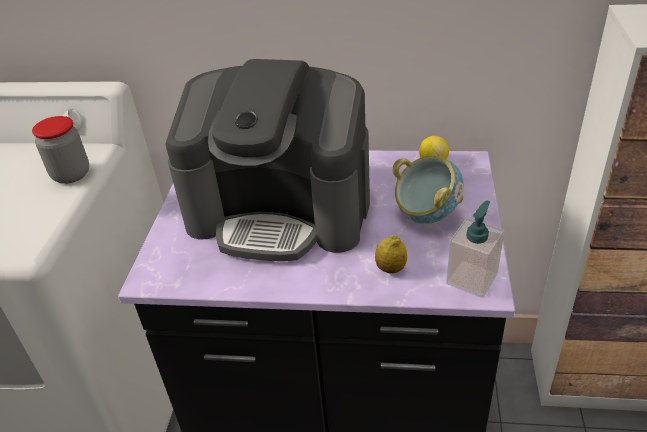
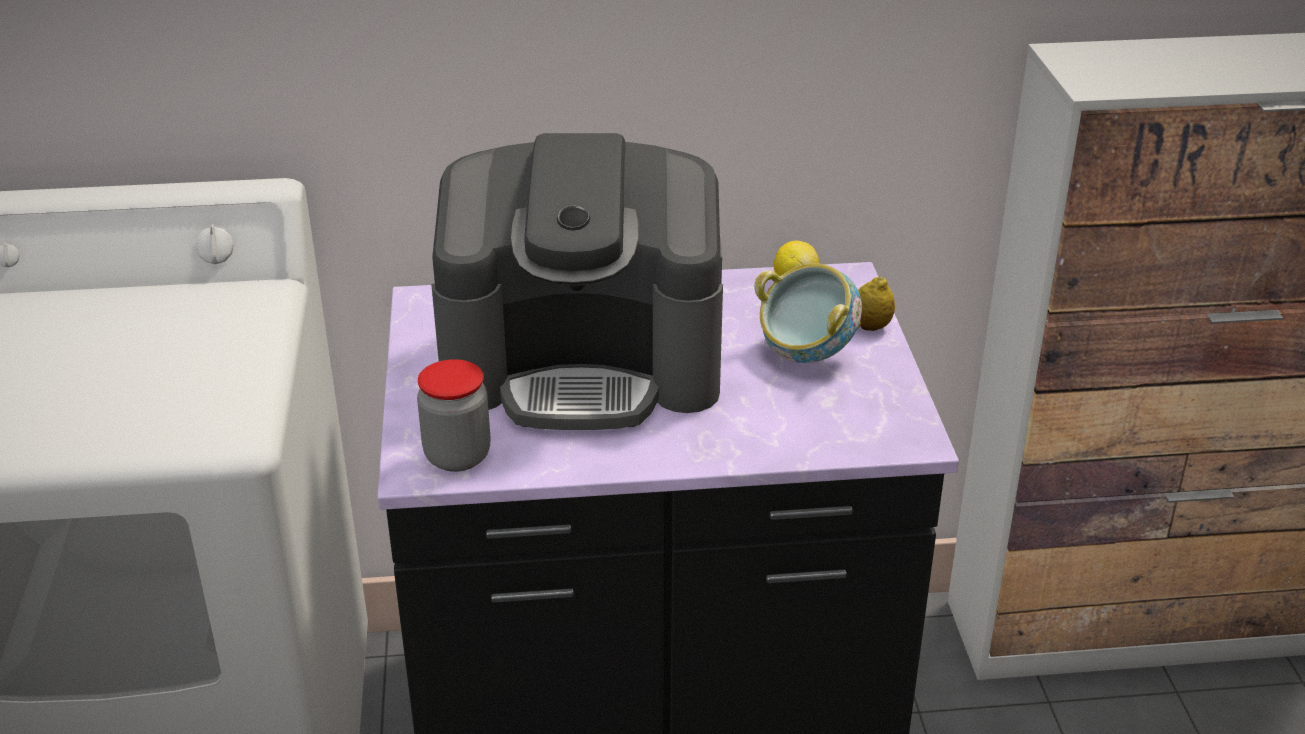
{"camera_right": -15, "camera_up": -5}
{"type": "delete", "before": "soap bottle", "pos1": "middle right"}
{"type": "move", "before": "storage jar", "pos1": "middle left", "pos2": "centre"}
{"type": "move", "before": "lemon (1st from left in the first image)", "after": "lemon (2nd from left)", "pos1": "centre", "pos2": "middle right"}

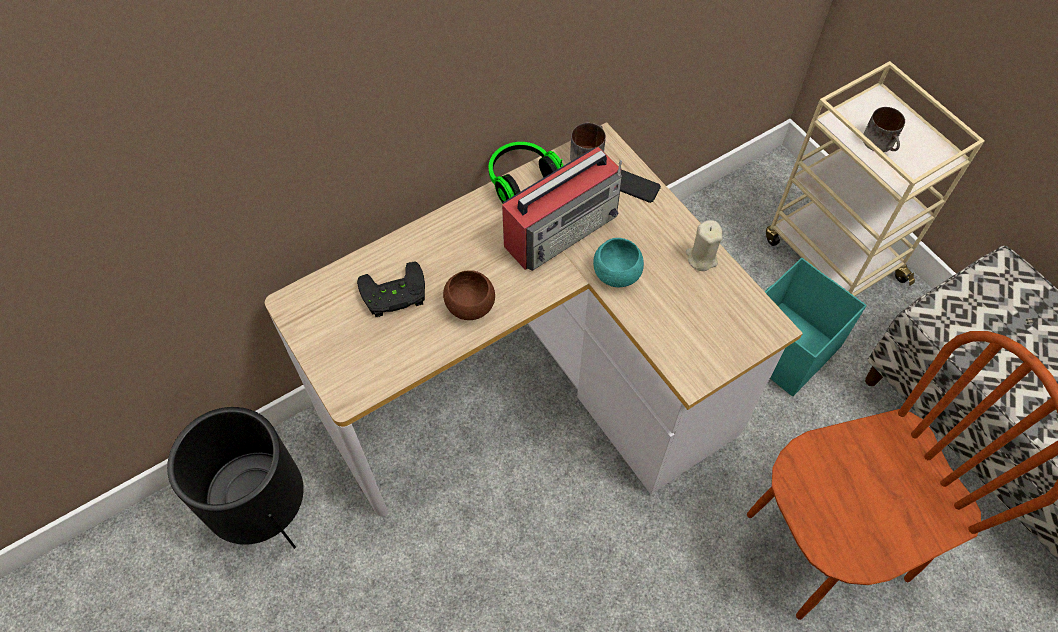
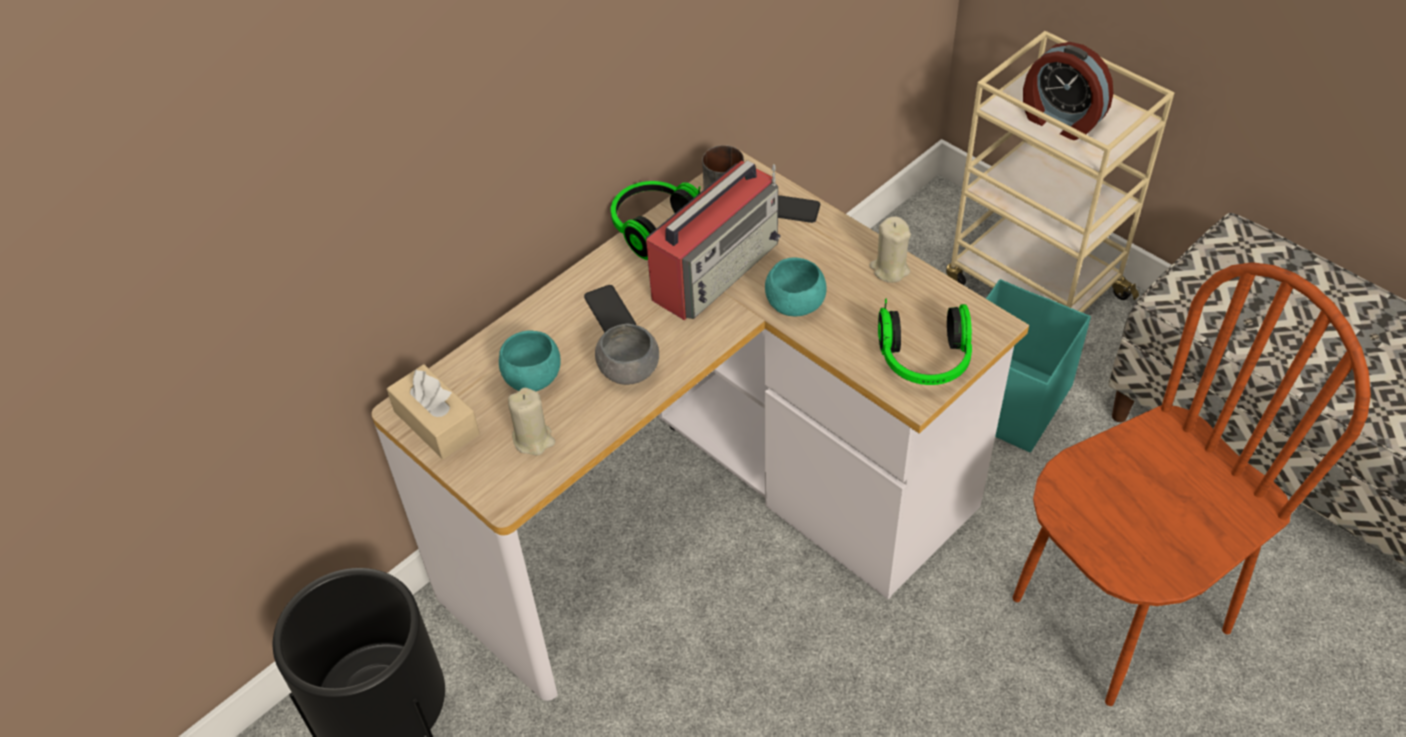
{"camera_right": -10, "camera_up": -10}
{"type": "insert", "after": "tissue box (beige)", "pos2": "middle left"}
{"type": "insert", "after": "wax candle (beige) (1st from left)", "pos2": "centre"}
{"type": "insert", "after": "phone (1st from left)", "pos2": "centre"}
{"type": "insert", "after": "pair of headphones (2nd from left)", "pos2": "centre"}
{"type": "replace", "before": "joypad (black)", "after": "serving bowl (blue-green) (1st from left)", "pos1": "centre", "pos2": "centre"}
{"type": "replace", "before": "tea mug (2nd from left)", "after": "bedside clock", "pos1": "top right", "pos2": "top right"}
{"type": "recolor", "before": "serving bowl (brownish)", "after": "serving bowl (gray)", "pos1": "centre", "pos2": "centre"}

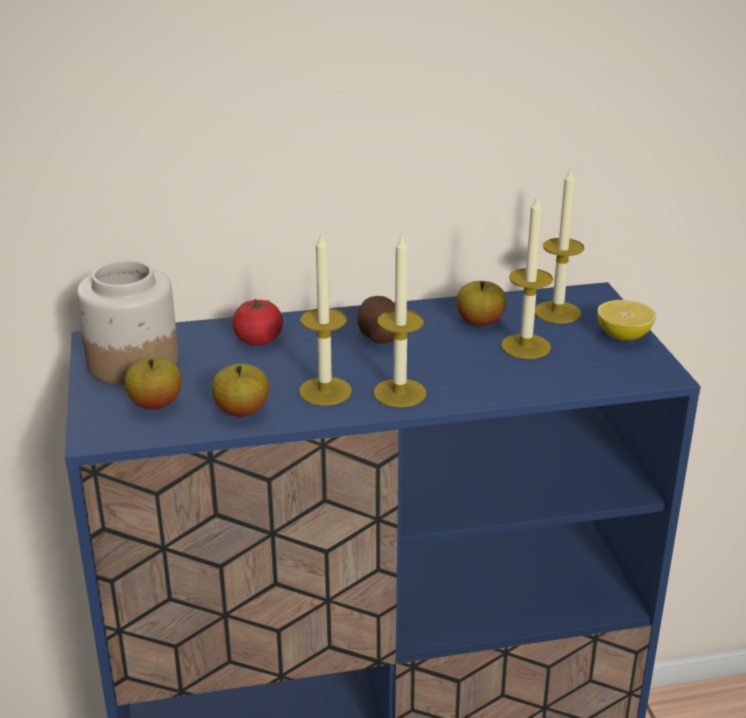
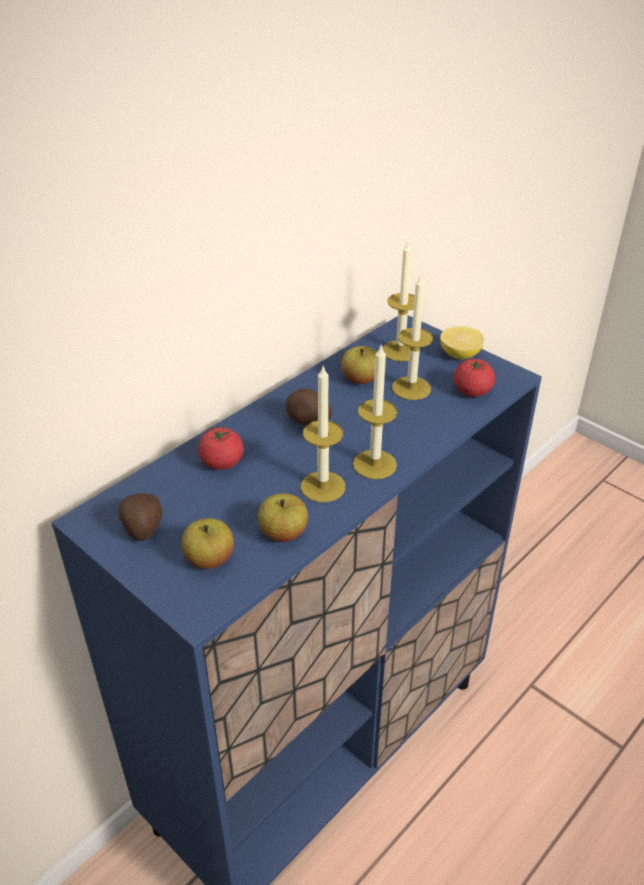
{"camera_right": -35, "camera_up": 10}
{"type": "insert", "after": "tomato (2nd from left)", "pos2": "middle right"}
{"type": "replace", "before": "storage jar", "after": "spud (1st from left)", "pos1": "middle left", "pos2": "middle left"}

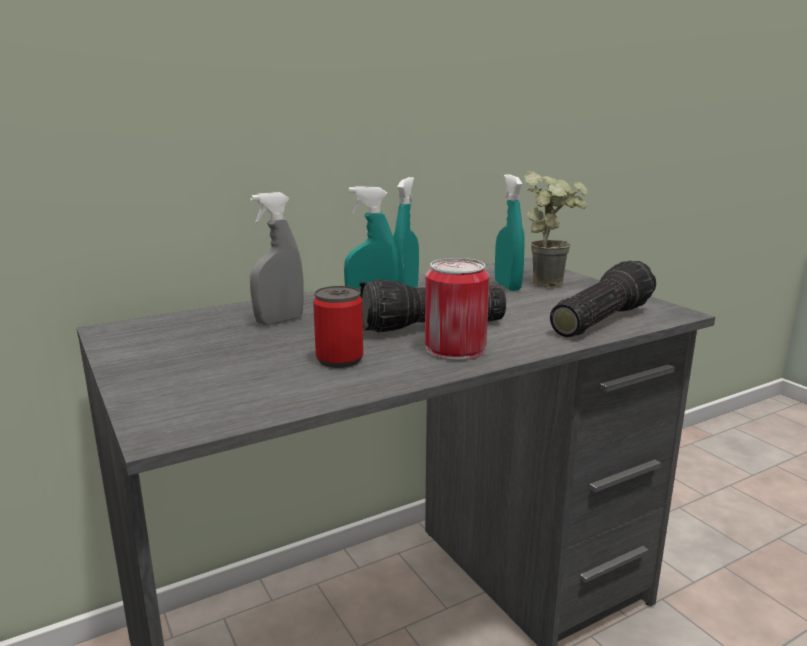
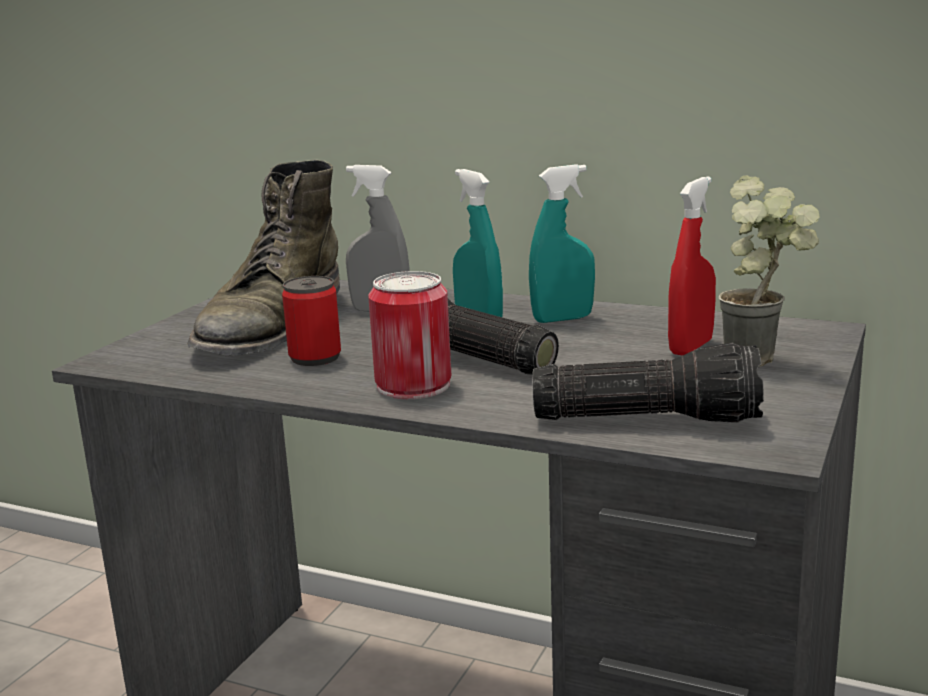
{"camera_right": 55, "camera_up": 0}
{"type": "insert", "after": "boot (green)", "pos2": "middle left"}
{"type": "recolor", "before": "sprayer (blue-green) (3rd from left)", "after": "sprayer (red)", "pos1": "centre", "pos2": "middle right"}

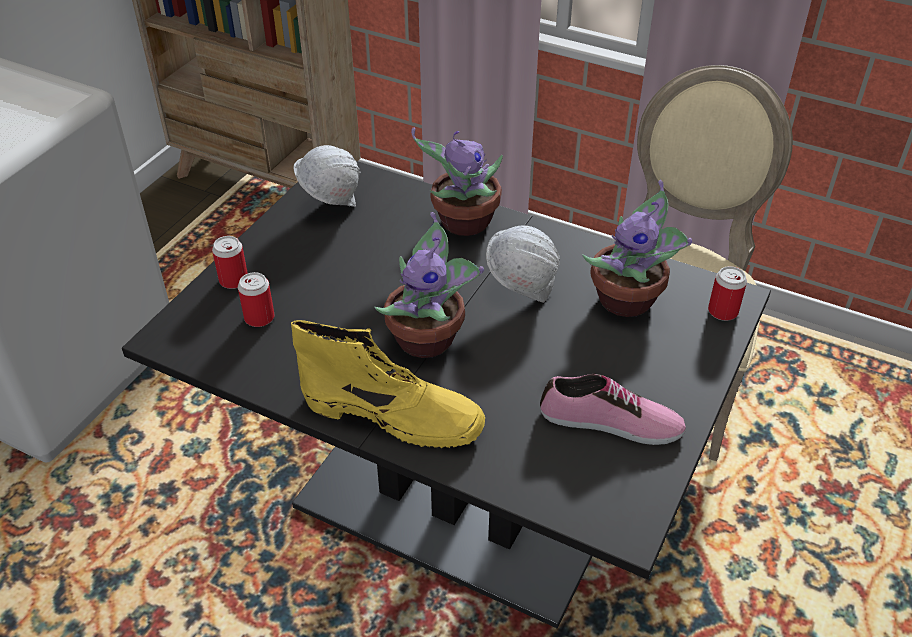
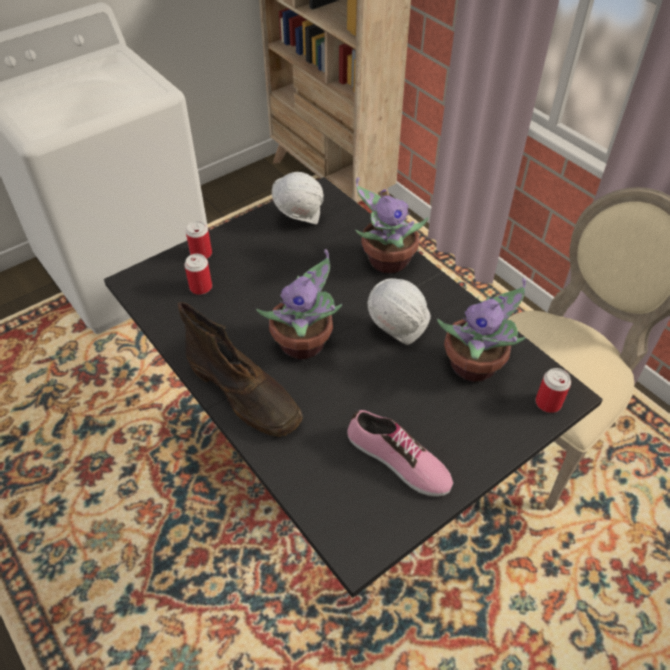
{"camera_right": 25, "camera_up": 5}
{"type": "recolor", "before": "boot (yellowish)", "after": "boot (brownish)", "pos1": "centre", "pos2": "centre"}

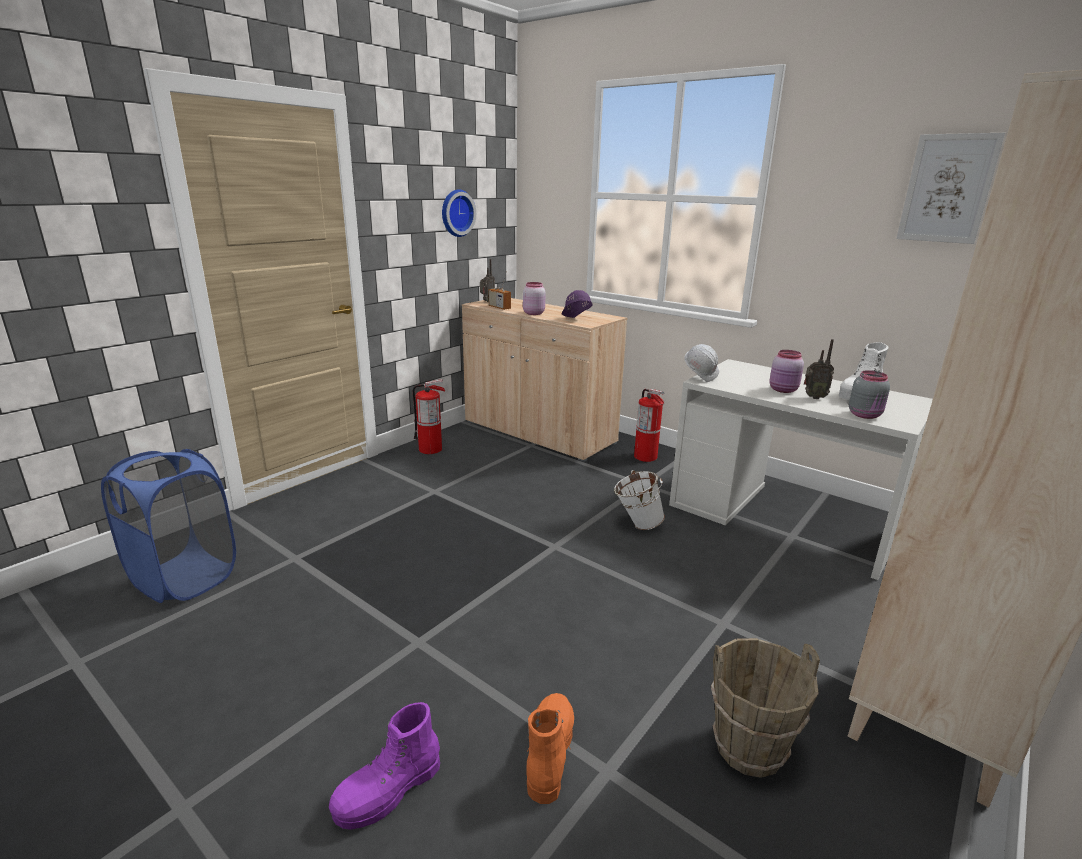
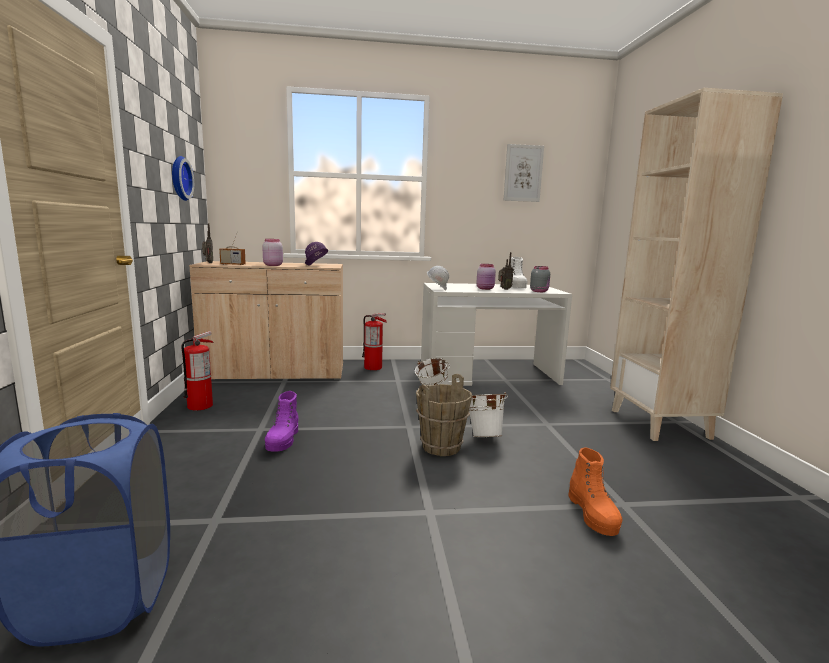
{"camera_right": -45, "camera_up": -10}
{"type": "insert", "after": "bucket (whitish) (2nd from left)", "pos2": "centre"}
{"type": "move", "before": "boot (purplish)", "pos1": "bottom centre", "pos2": "centre"}
{"type": "move", "before": "bucket (brownish)", "pos1": "bottom right", "pos2": "centre"}
{"type": "rotate", "before": "boot (orangey)", "pos1": "bottom centre", "pos2": "bottom right", "turn": -150}

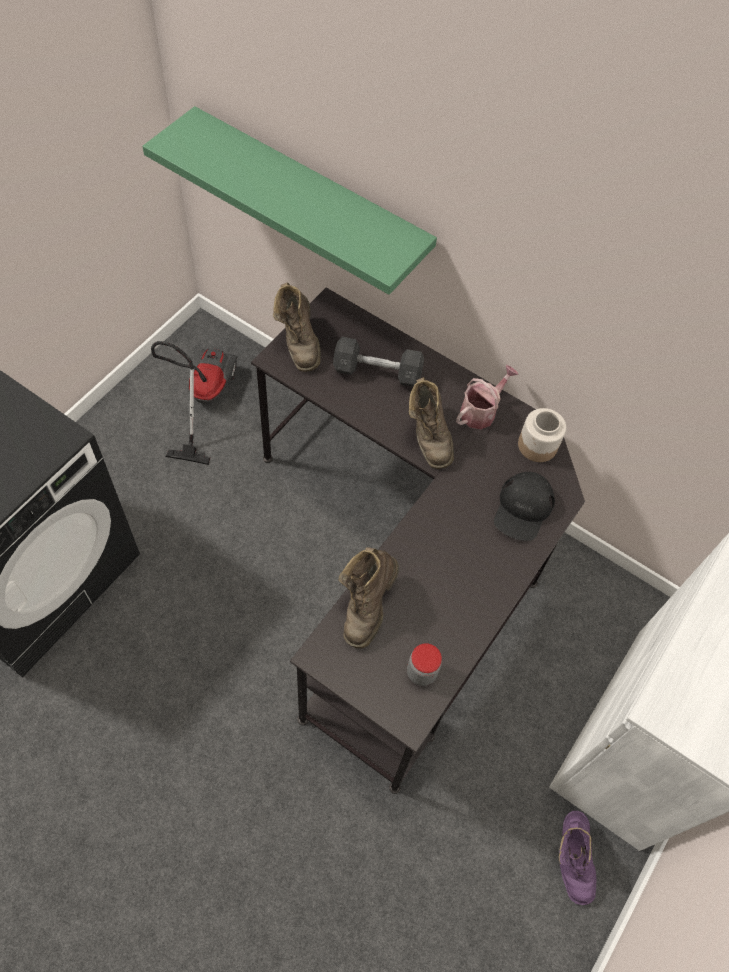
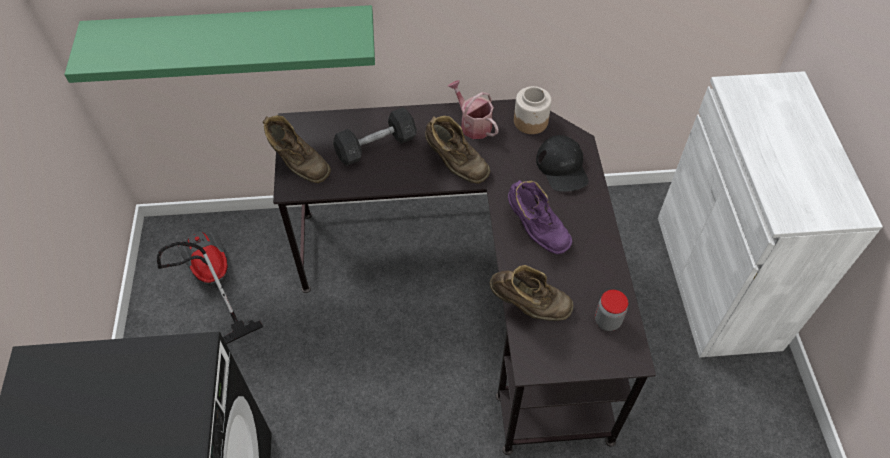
{"camera_right": -35, "camera_up": -5}
{"type": "move", "before": "boot (purplish)", "pos1": "bottom right", "pos2": "centre"}
{"type": "rotate", "before": "boot (brownish) (2nd from left in the first image)", "pos1": "centre", "pos2": "centre", "turn": -60}
{"type": "rotate", "before": "watering can", "pos1": "middle right", "pos2": "top centre", "turn": -45}

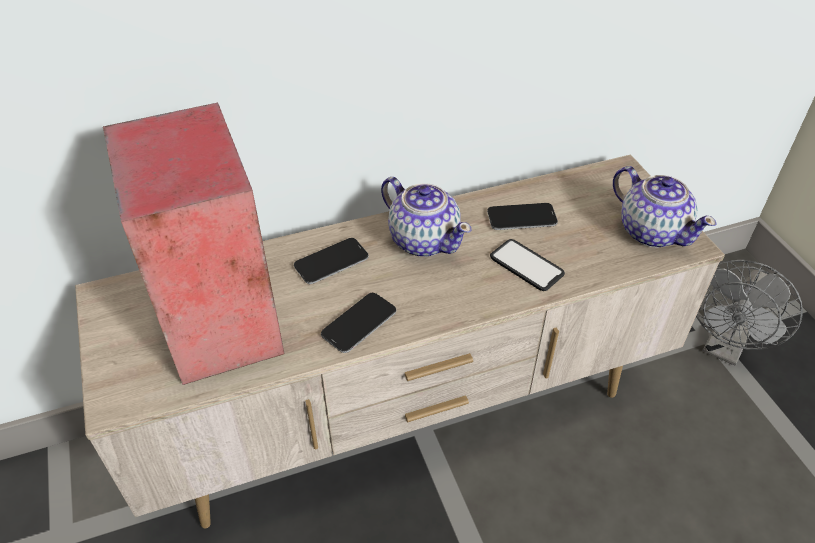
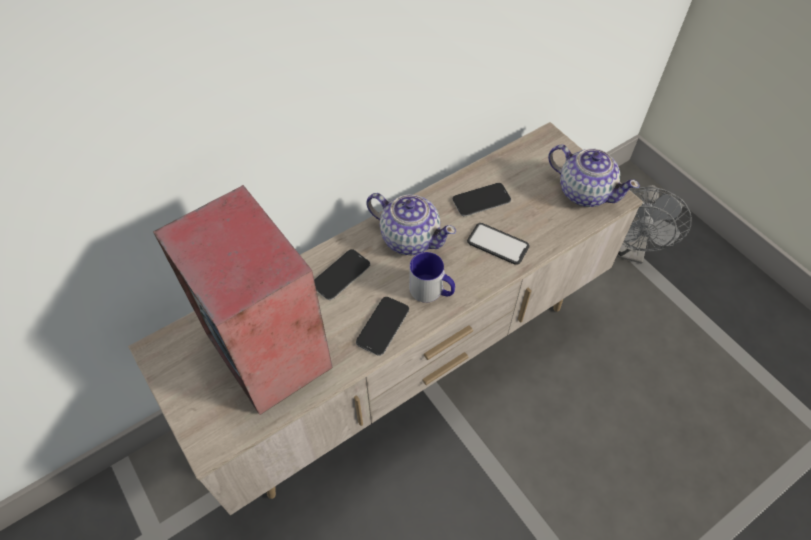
{"camera_right": -15, "camera_up": 10}
{"type": "insert", "after": "tea mug", "pos2": "centre"}

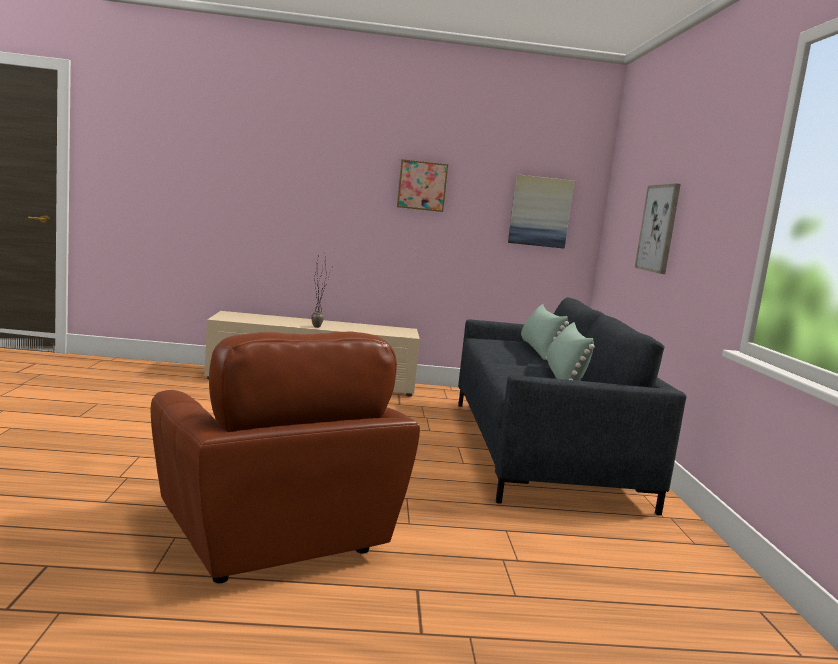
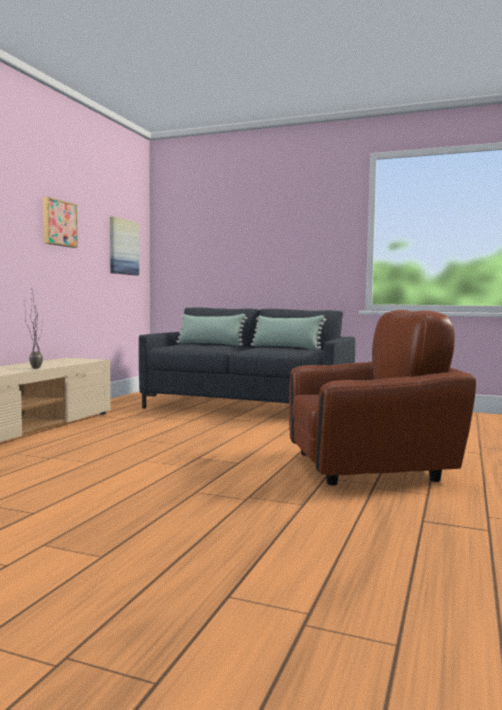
{"camera_right": -65, "camera_up": -5}
{"type": "delete", "before": "wall art (3rd from left)", "pos1": "middle right"}

